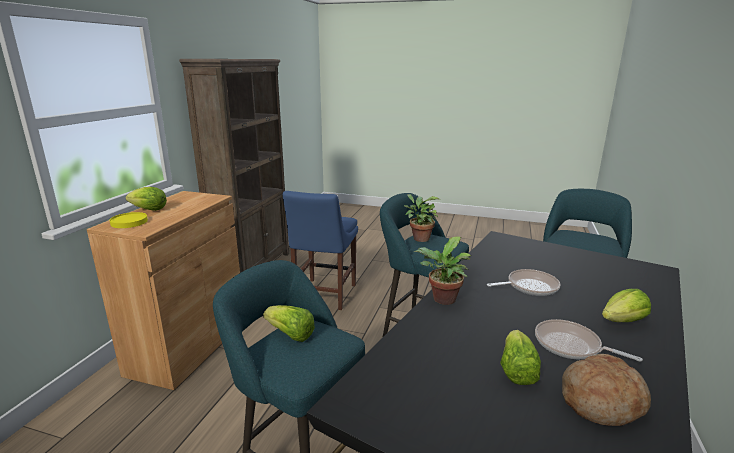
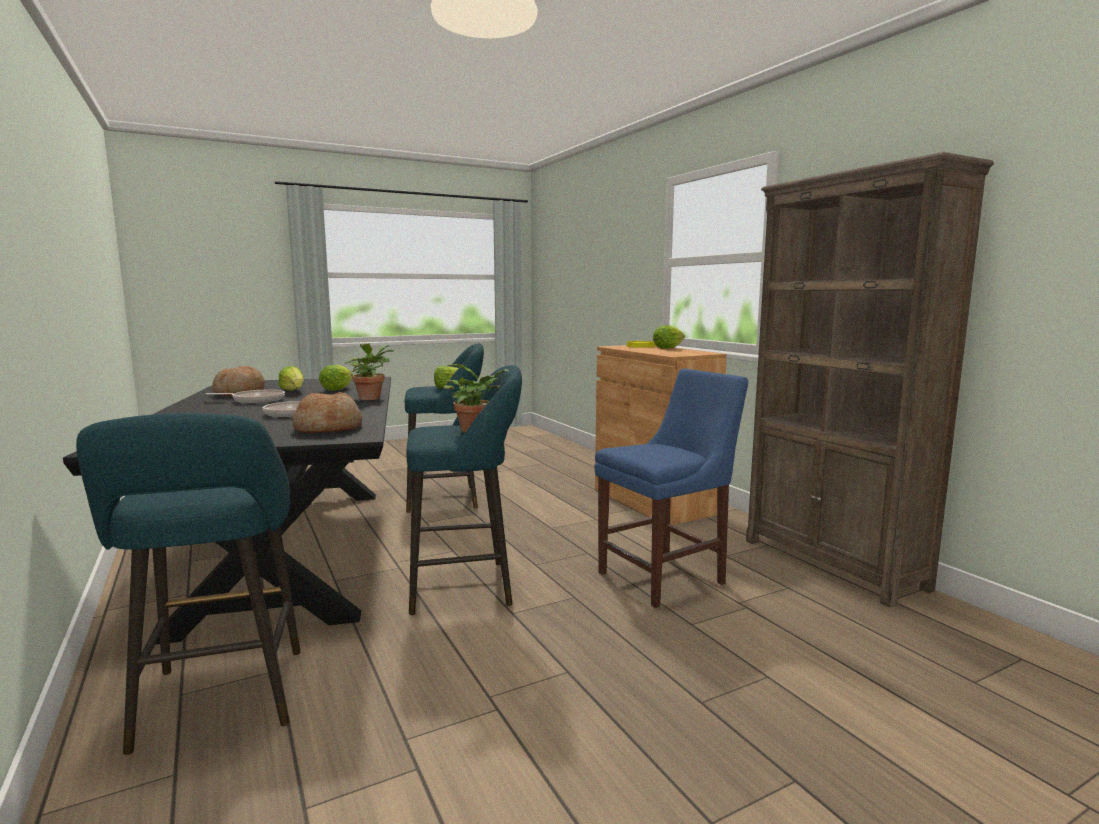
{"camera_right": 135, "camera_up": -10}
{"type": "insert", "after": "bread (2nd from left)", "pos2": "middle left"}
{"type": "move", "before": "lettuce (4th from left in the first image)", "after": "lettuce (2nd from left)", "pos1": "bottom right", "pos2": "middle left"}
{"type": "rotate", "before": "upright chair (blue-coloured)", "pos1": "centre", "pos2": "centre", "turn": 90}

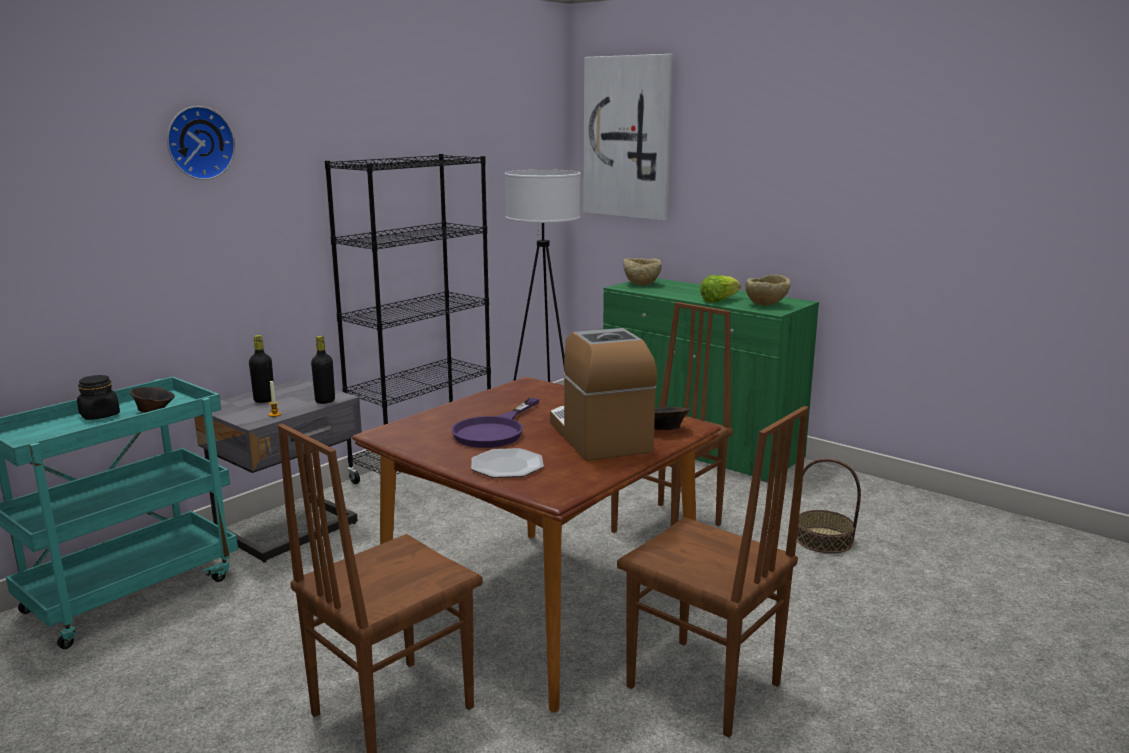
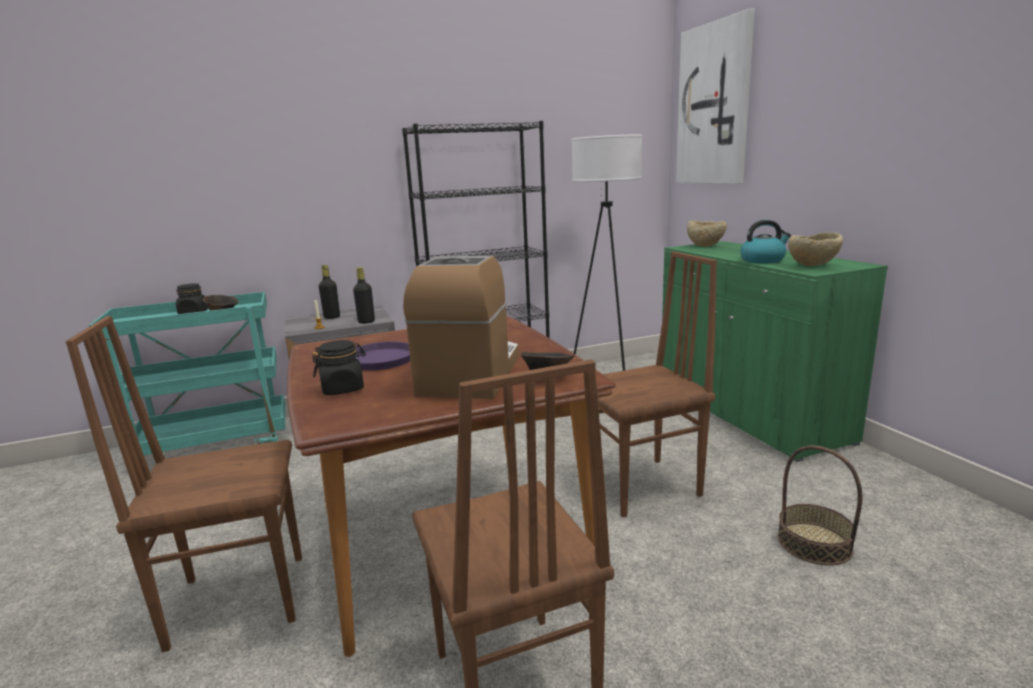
{"camera_right": 30, "camera_up": 0}
{"type": "delete", "before": "wall clock", "pos1": "top left"}
{"type": "replace", "before": "plate", "after": "storage jar (black) (2nd from left)", "pos1": "centre", "pos2": "middle left"}
{"type": "replace", "before": "lettuce", "after": "tea kettle", "pos1": "centre", "pos2": "middle right"}

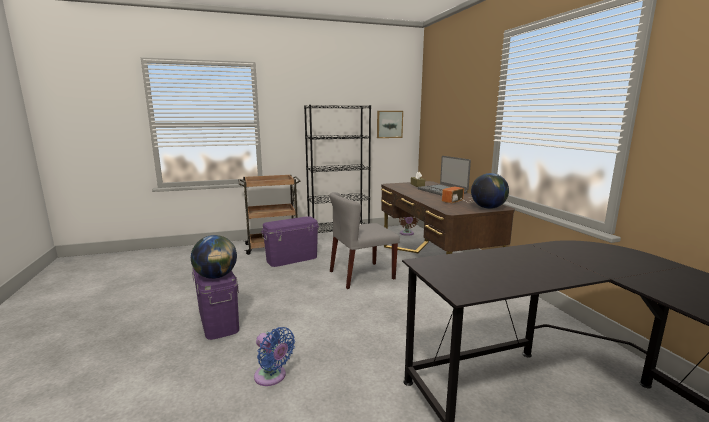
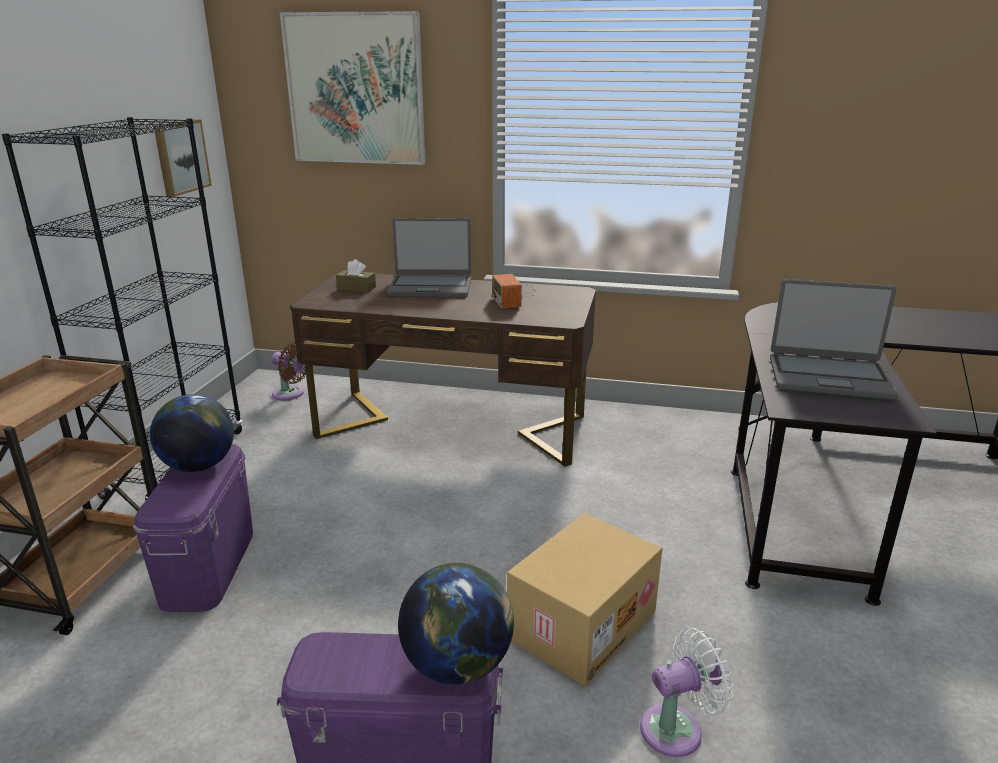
{"camera_right": -60, "camera_up": 10}
{"type": "delete", "before": "upright chair (gray)", "pos1": "centre"}
{"type": "insert", "after": "wall art (2nd from left)", "pos2": "top centre"}
{"type": "insert", "after": "packing box", "pos2": "bottom centre"}
{"type": "insert", "after": "notebook computer (2nd from left)", "pos2": "middle right"}
{"type": "move", "before": "globe (2nd from left in the first image)", "after": "globe (1st from left)", "pos1": "middle right", "pos2": "middle left"}
{"type": "recolor", "before": "cooling fan (blue-coloured)", "after": "cooling fan (whitish)", "pos1": "bottom centre", "pos2": "bottom right"}

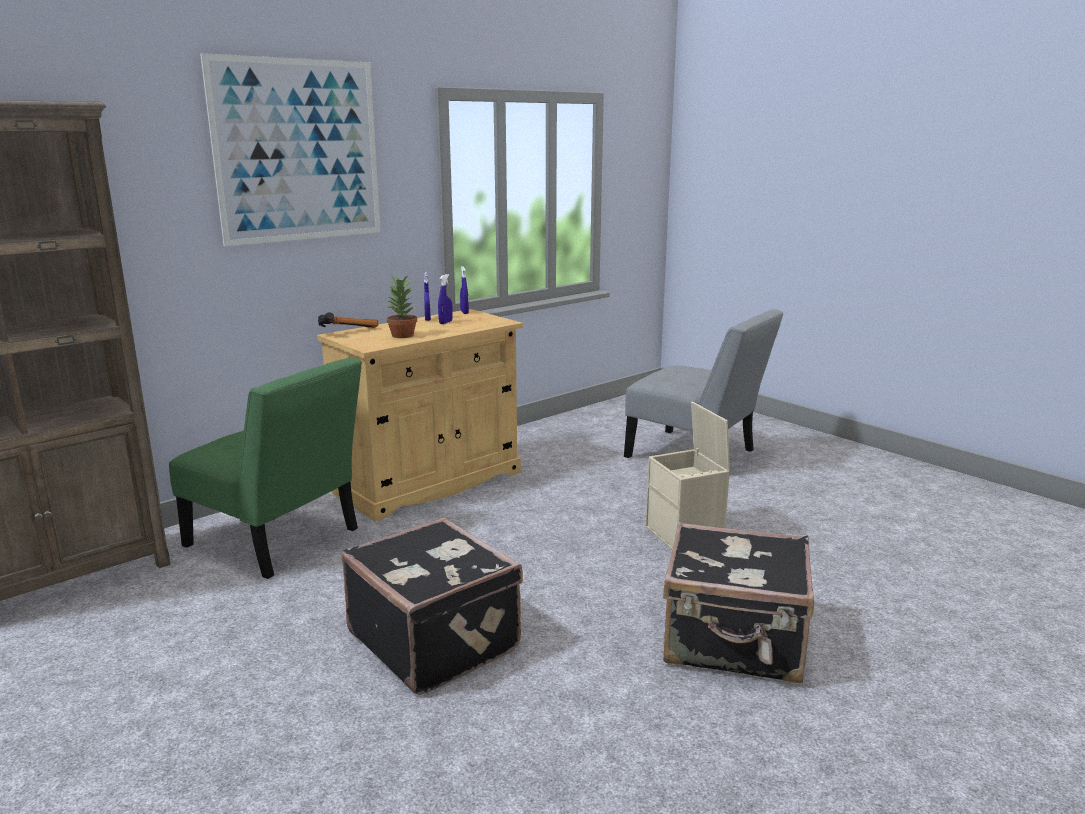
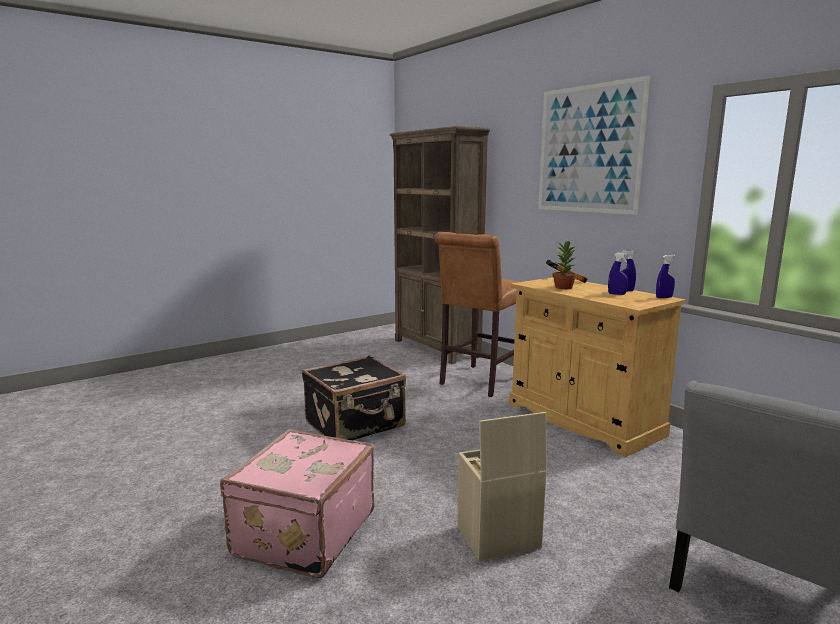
{"camera_right": 95, "camera_up": -5}
{"type": "replace", "before": "upright chair (green)", "after": "stool seat (brownish)", "pos1": "middle left", "pos2": "centre"}
{"type": "recolor", "before": "travel case (black) (2nd from left)", "after": "travel case (pink)", "pos1": "bottom right", "pos2": "bottom centre"}

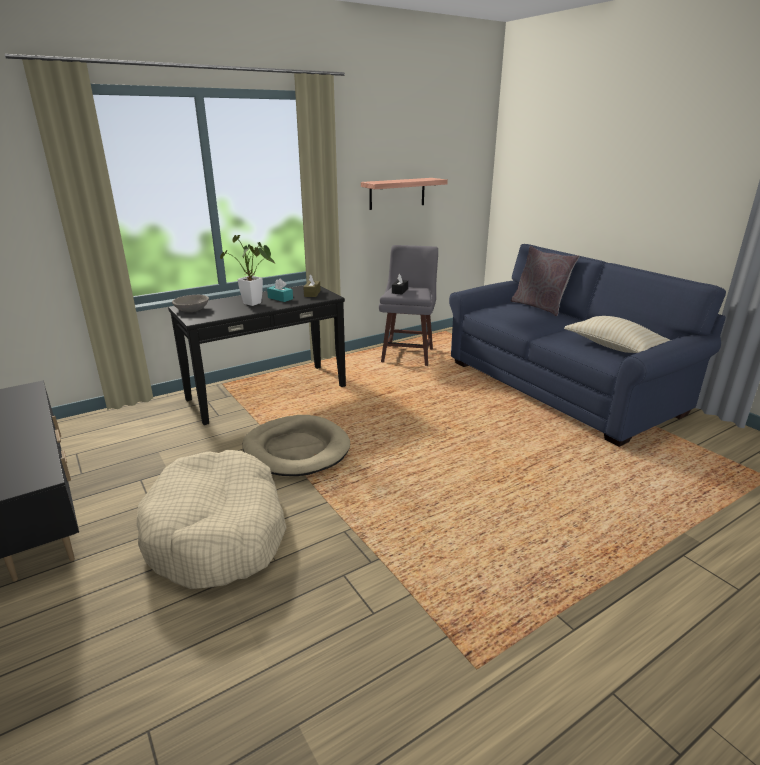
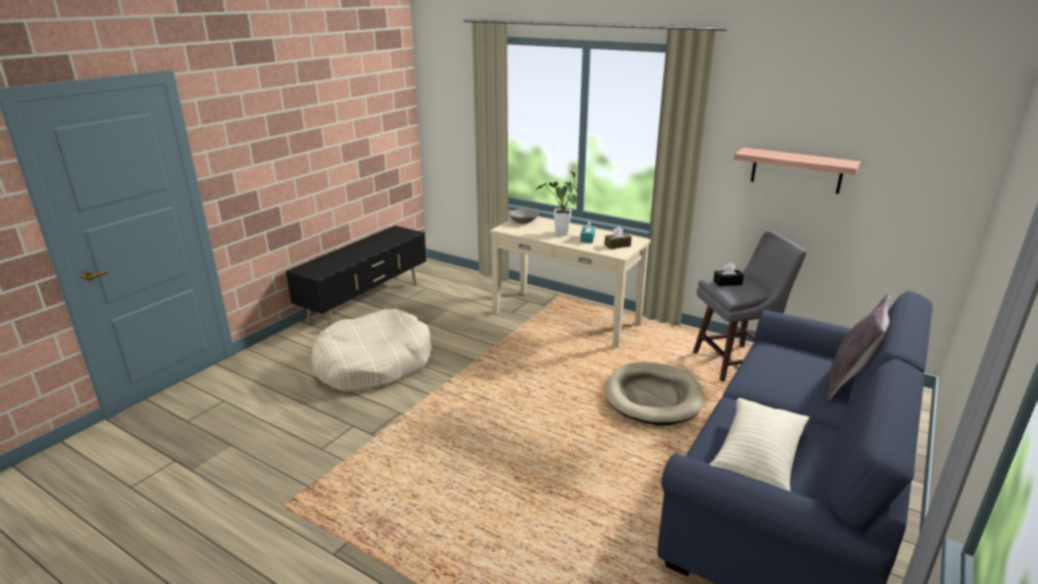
{"camera_right": 65, "camera_up": 0}
{"type": "move", "before": "dog bed (beige) (2nd from left)", "pos1": "centre", "pos2": "bottom centre"}
{"type": "recolor", "before": "hall table (black)", "after": "hall table (beige)", "pos1": "centre", "pos2": "centre"}

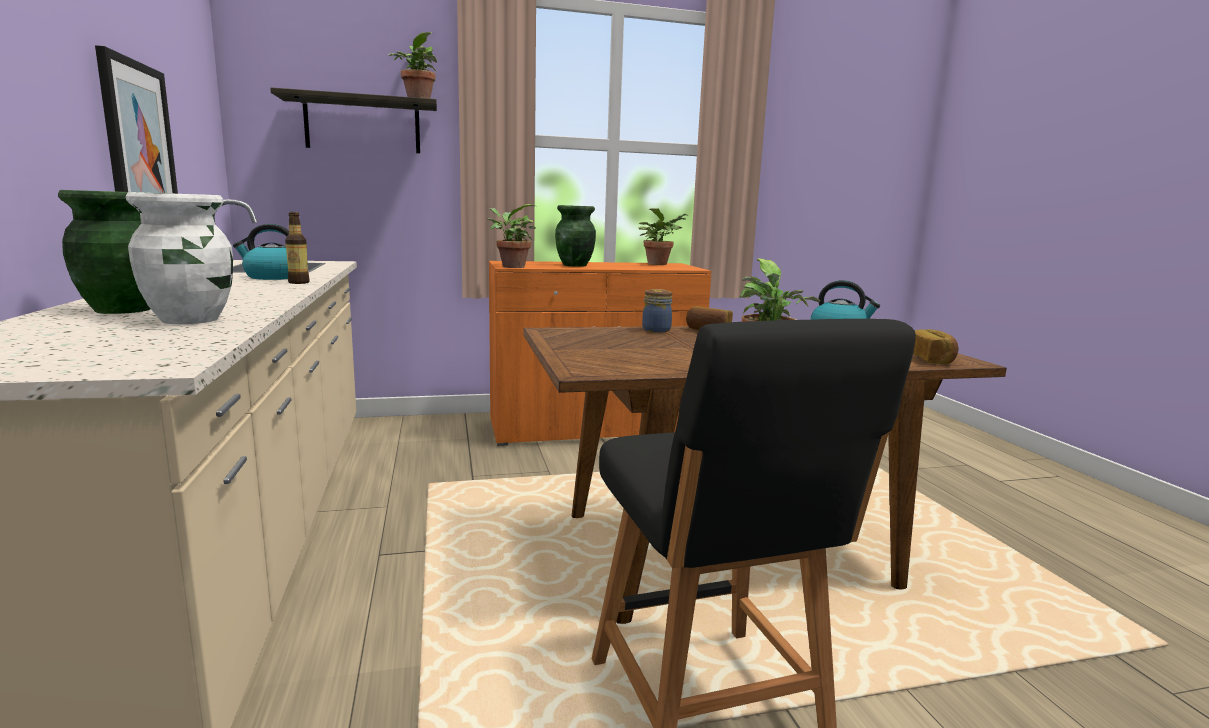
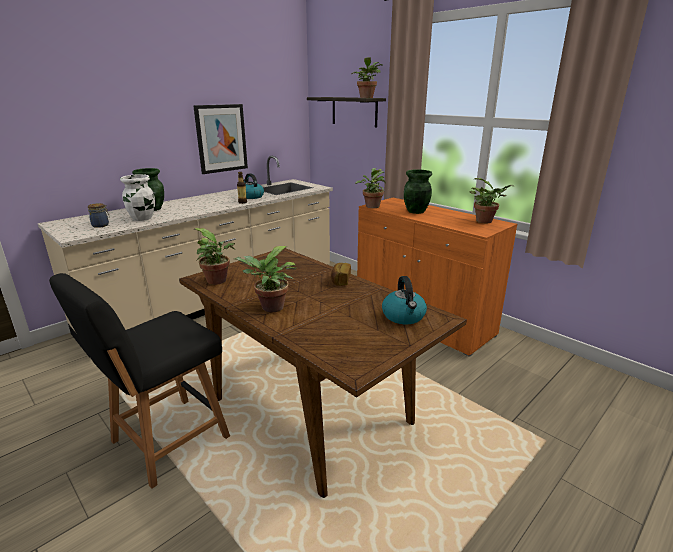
{"camera_right": 60, "camera_up": 10}
{"type": "delete", "before": "bread (2nd from left)", "pos1": "middle right"}
{"type": "insert", "after": "potted plant (1st from left)", "pos2": "middle left"}
{"type": "move", "before": "storage jar", "pos1": "centre", "pos2": "middle left"}

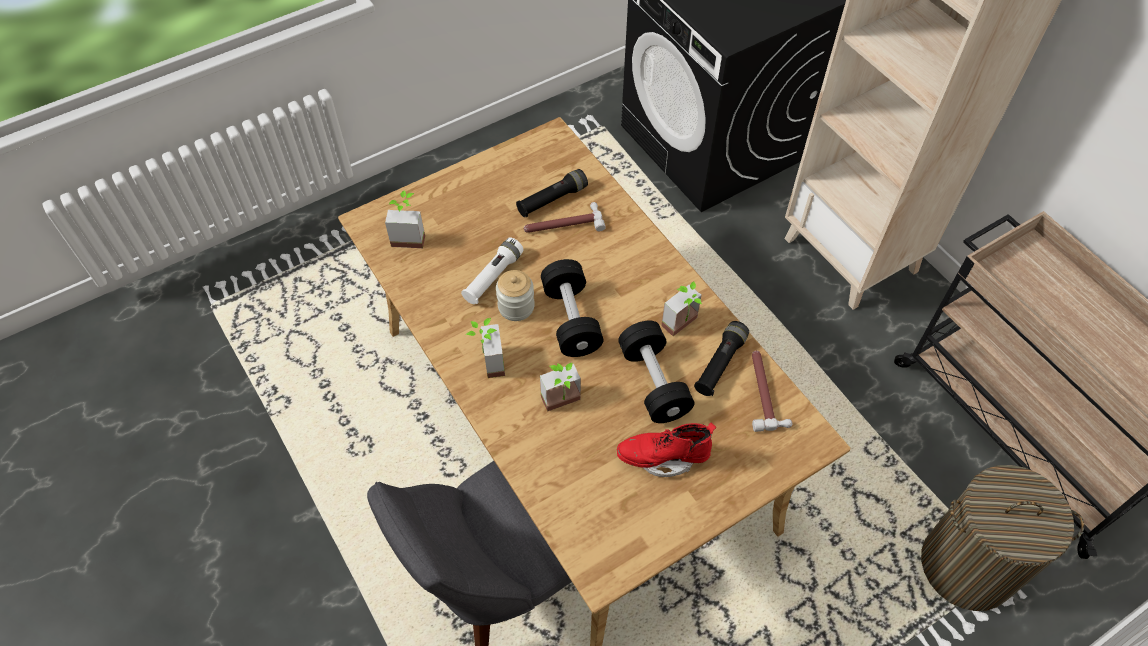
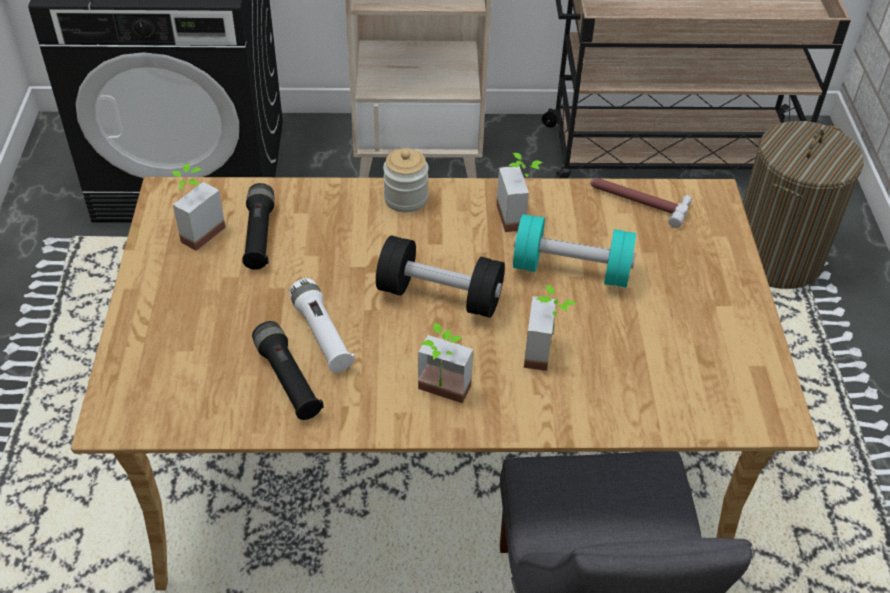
{"camera_right": -60, "camera_up": -10}
{"type": "delete", "before": "hammer (1st from left)", "pos1": "centre"}
{"type": "delete", "before": "boot (red)", "pos1": "bottom centre"}
{"type": "move", "before": "potted plant (1st from left)", "pos1": "centre", "pos2": "middle left"}
{"type": "move", "before": "storage jar", "pos1": "centre", "pos2": "top centre"}
{"type": "move", "before": "flashlight (black) (2nd from left)", "pos1": "centre", "pos2": "middle left"}
{"type": "recolor", "before": "free weight (black) (2nd from left)", "after": "free weight (blue-green)", "pos1": "centre", "pos2": "centre"}

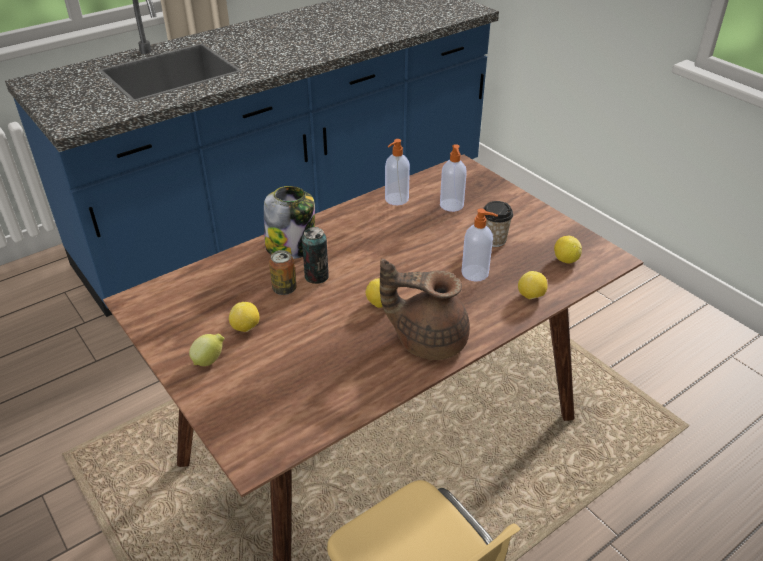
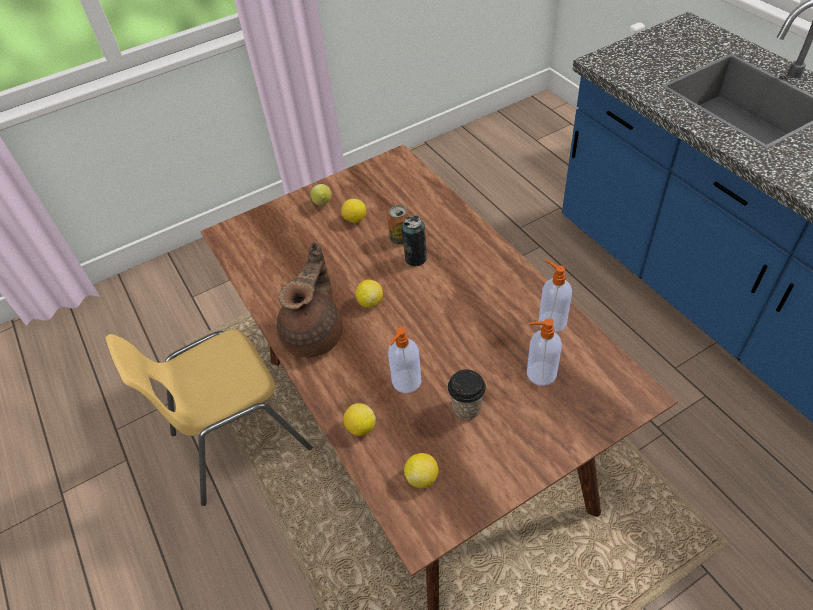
{"camera_right": 100, "camera_up": 10}
{"type": "delete", "before": "storage jar", "pos1": "centre"}

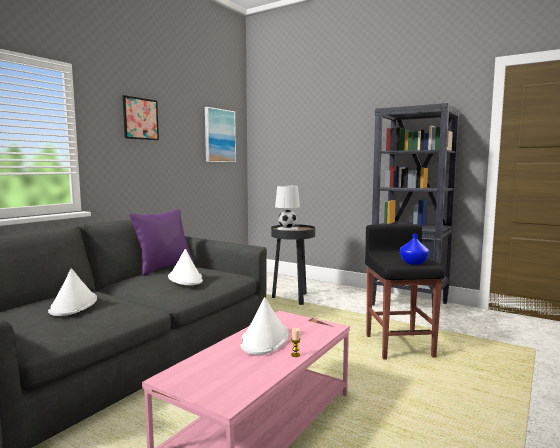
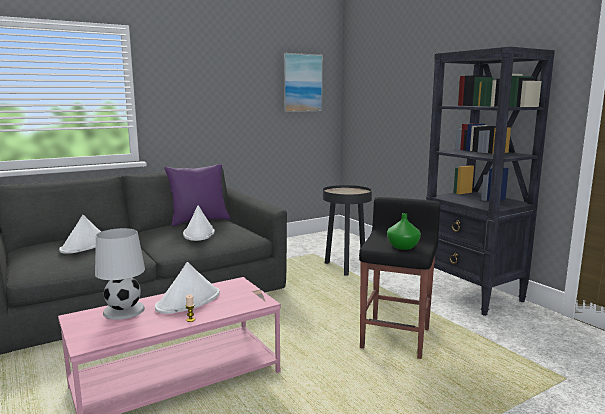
{"camera_right": 25, "camera_up": 5}
{"type": "delete", "before": "wall art (1st from left)", "pos1": "top left"}
{"type": "move", "before": "table lamp (whitish)", "pos1": "centre", "pos2": "middle left"}
{"type": "recolor", "before": "vase (blue-coloured)", "after": "vase (green)", "pos1": "middle right", "pos2": "middle right"}

